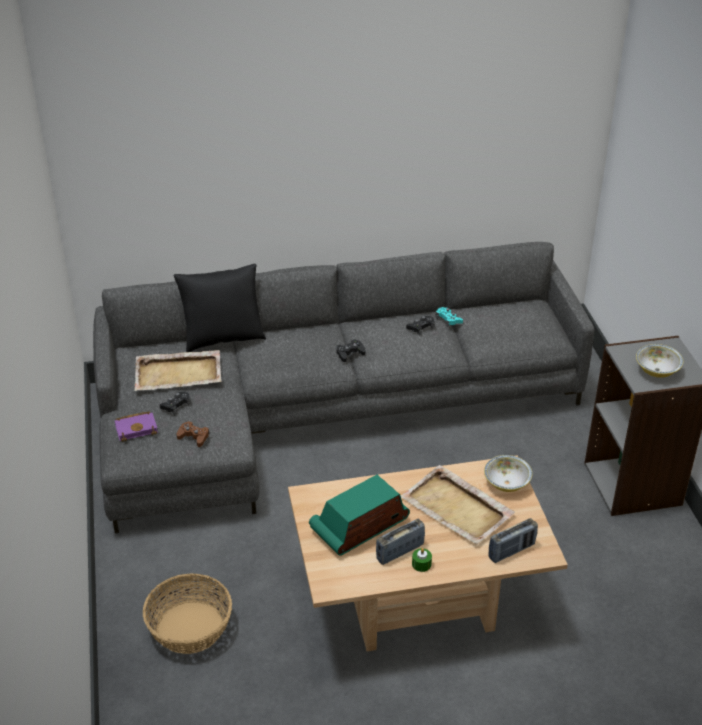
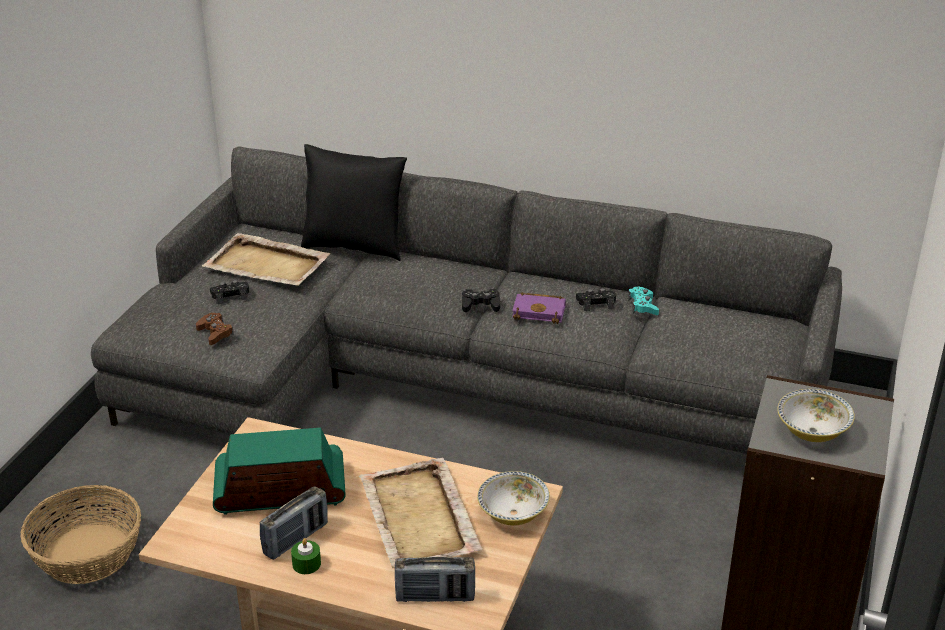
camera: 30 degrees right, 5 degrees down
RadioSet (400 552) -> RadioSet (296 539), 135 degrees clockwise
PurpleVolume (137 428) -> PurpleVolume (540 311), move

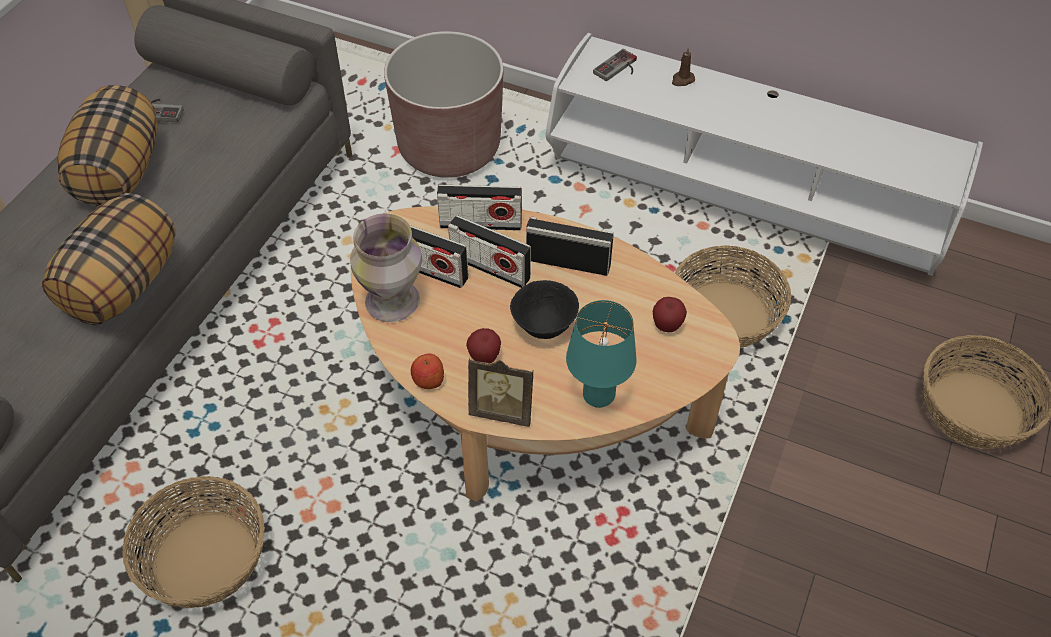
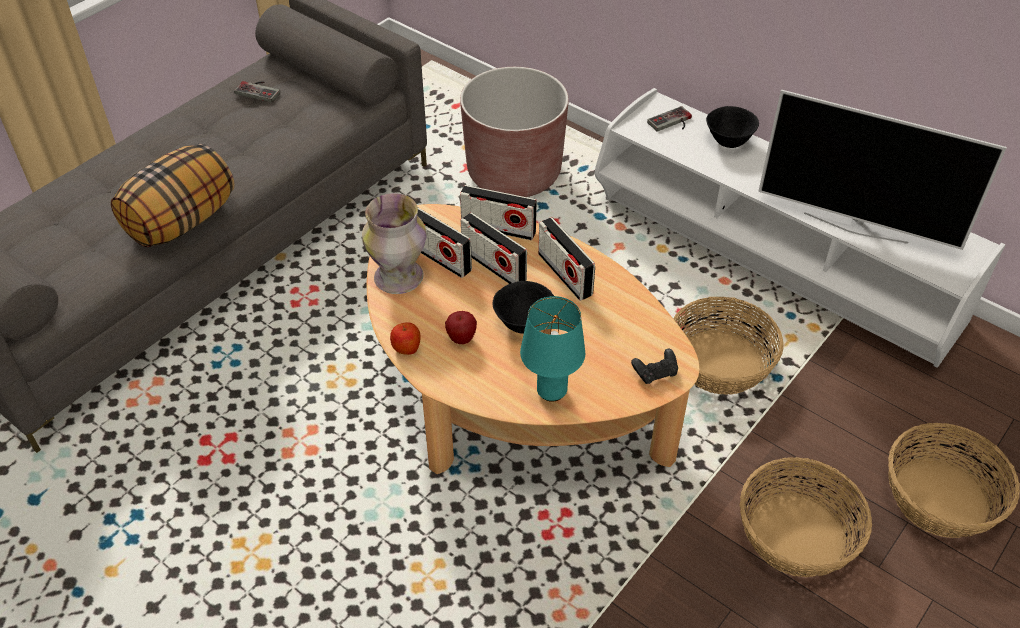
camera: 15 degrees right, 5 degrees down
RadioSet (568 262) -> RadioSet (565 274), 150 degrees counterclockwise
none -> BlackJoypad (655 373)
BrownWaxLight (682 80) -> BlackBowl (728 142)
StorageBasket (206 558) -> StorageBasket (797 534), move
none -> TvSet (855 227)
Pillow (119 172) -> none
PictureFrame (502 410) -> none
Apple (667 326) -> none

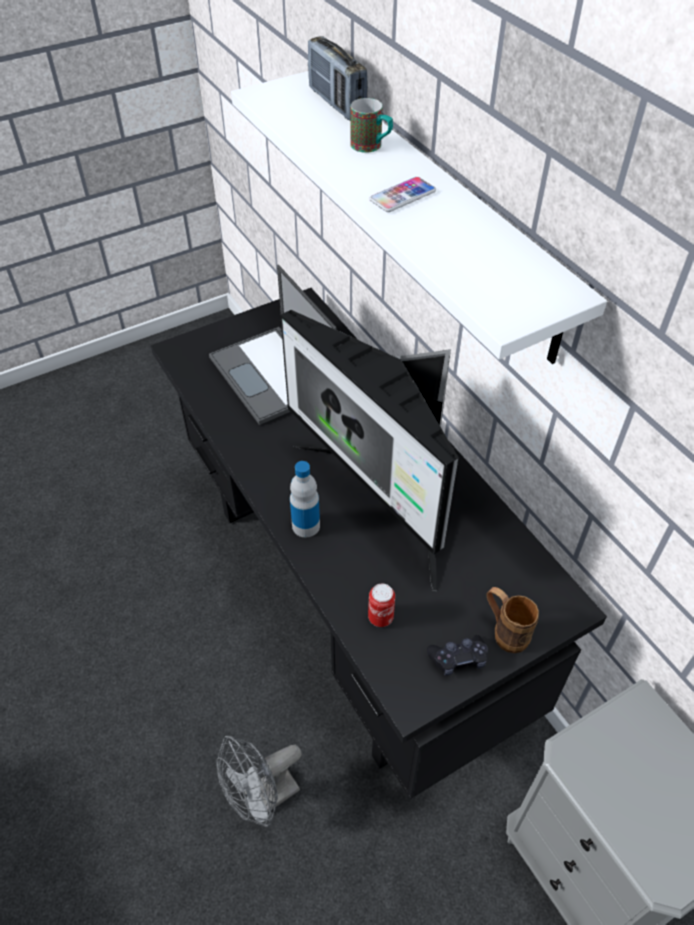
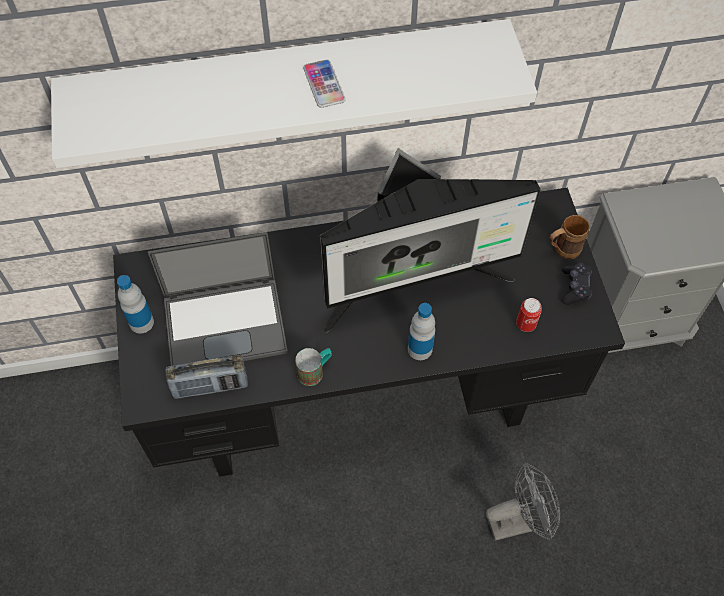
camera: 70 degrees left, 10 degrees up
none -> Bottle (141 322)
RadioSet (336 104) -> RadioSet (210 387), move
Mug (371 147) -> Mug (315 371), move
GreyFan (262 799) -> GreyFan (518 521), 90 degrees counterclockwise

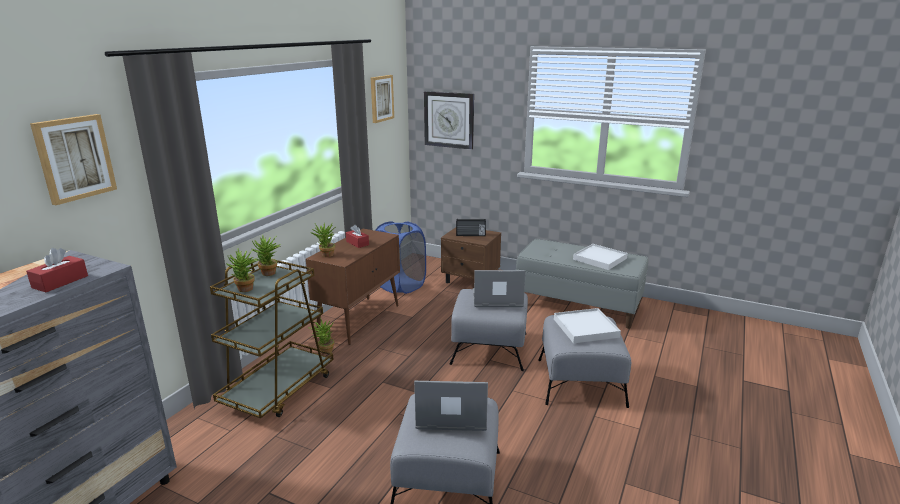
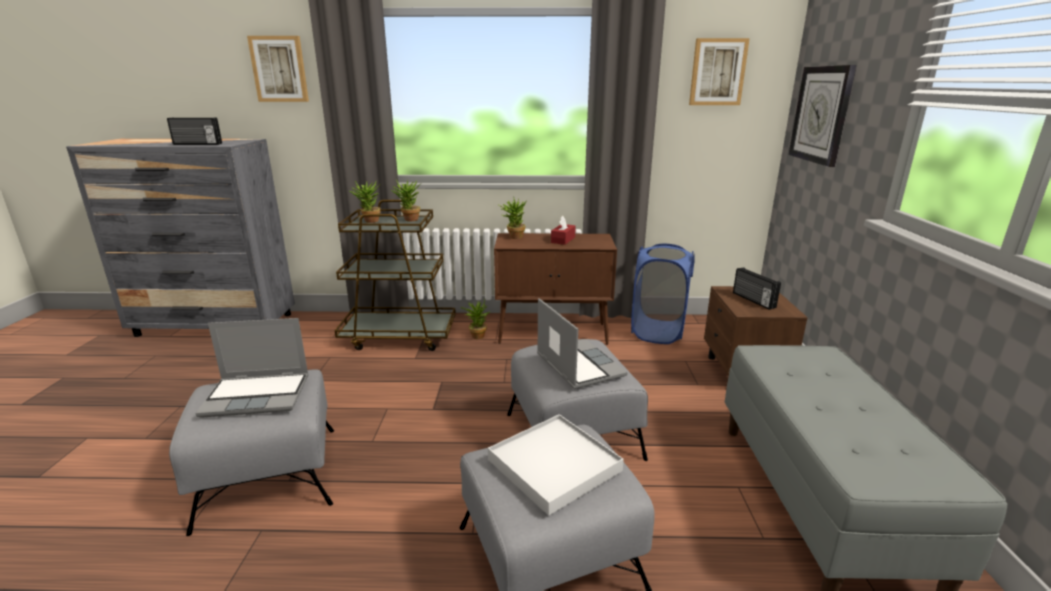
camera: 65 degrees right, 0 degrees up
ReddishTissueHolder (60 282) -> RadioSet (197 144)
NotebookComputer (450 415) -> NotebookComputer (258 395), 105 degrees clockwise
WhitishCarryingTray (599 259) -> none

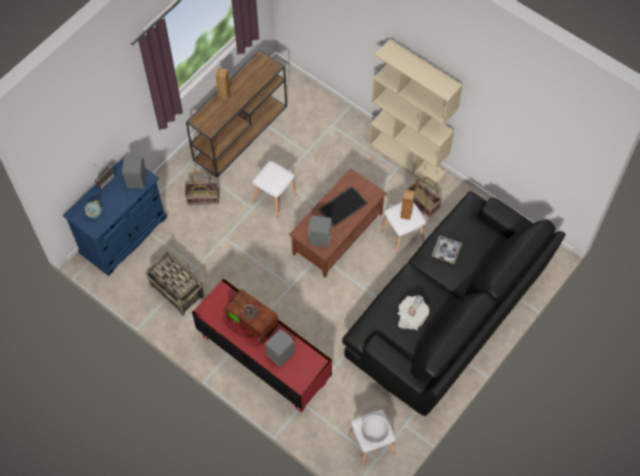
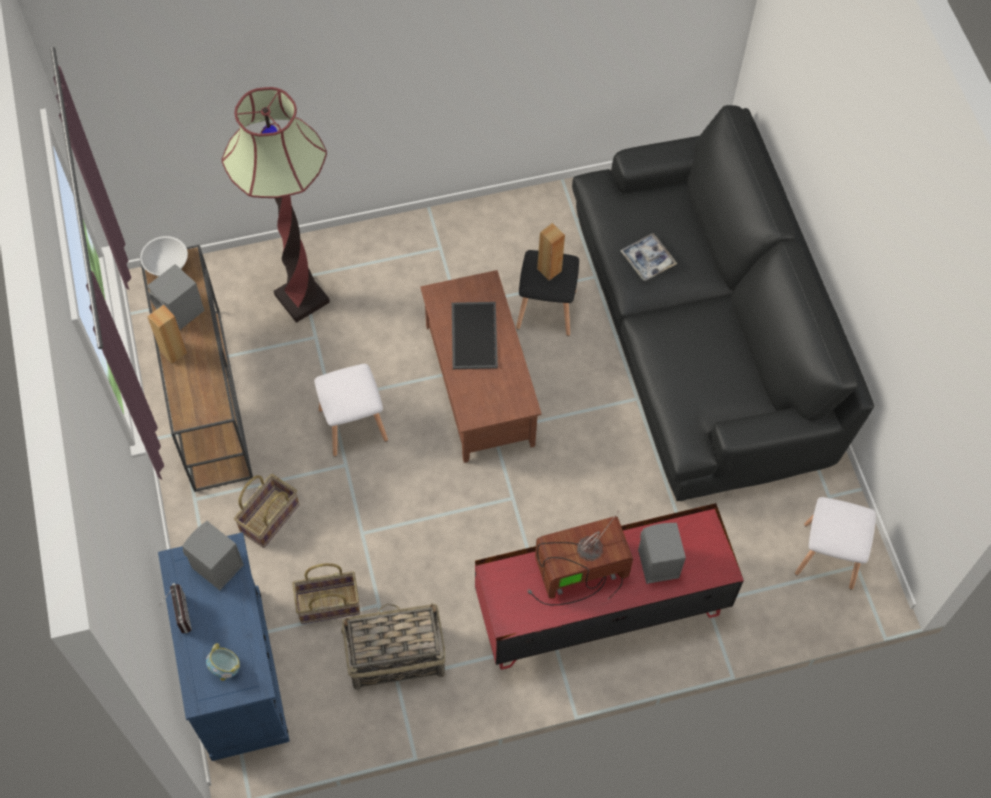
camera: 55 degrees left, 0 degrees up
WhitishBowl (374 432) -> WhitishBowl (166 265), move
GreyAudioSpeaker (319 239) -> GreyAudioSpeaker (181 313), move
none -> StandardLamp (302 298)
StorageBasket (422 203) -> StorageBasket (328 605), move
WhitishSittingStool (403 234) -> BlackSittingStool (545 308)
BeigeColouredBookshelf (408 158) -> none
Newspaper (411 317) -> none

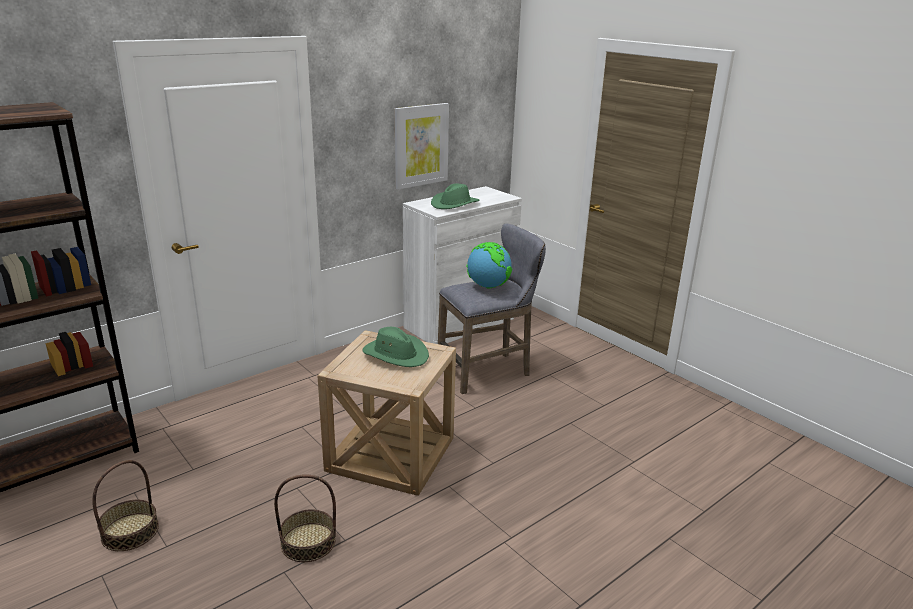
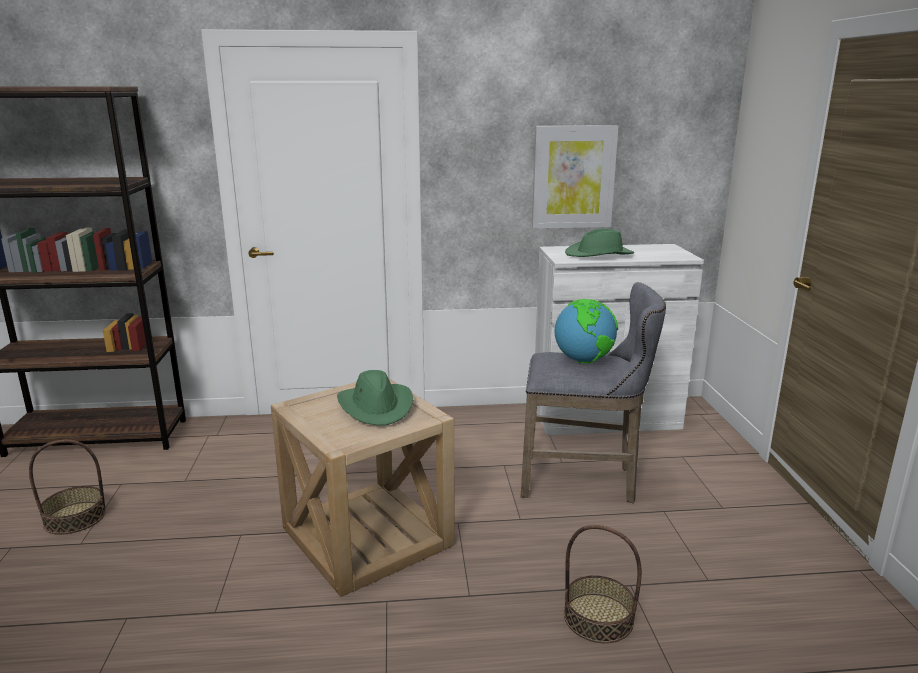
camera: 35 degrees right, 5 degrees down
StorageBasket (308 542) -> StorageBasket (598 618), move

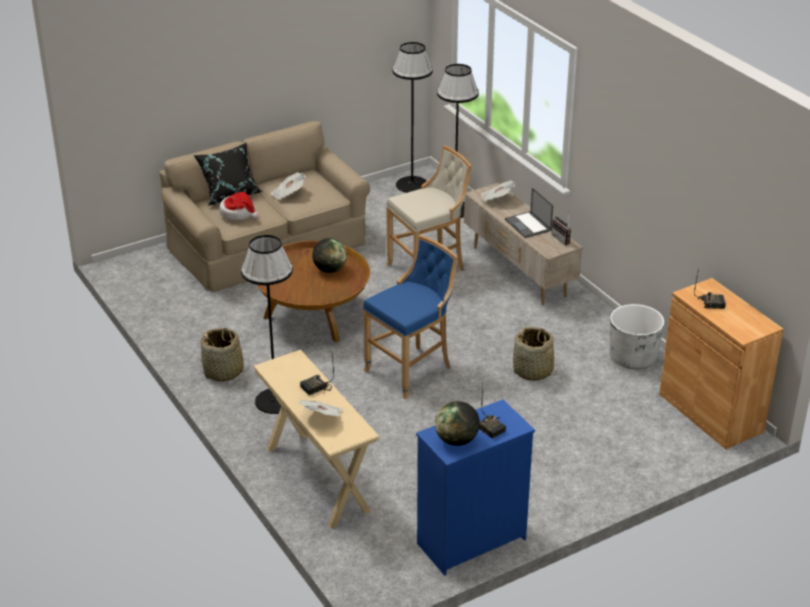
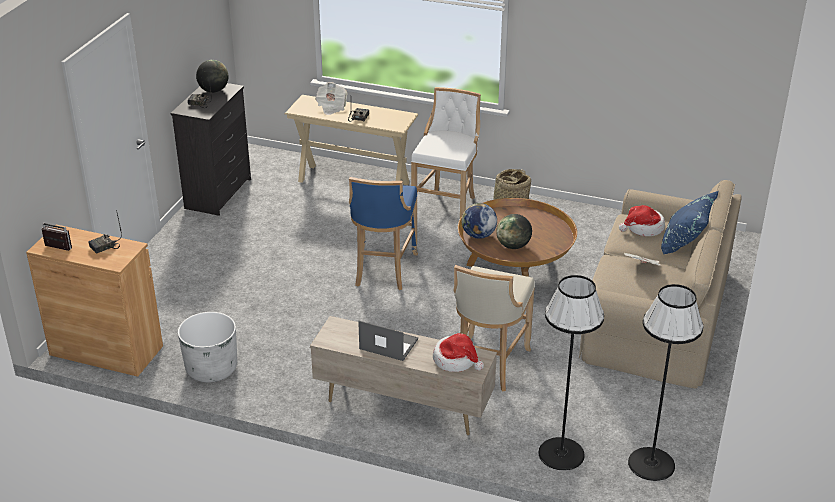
camera: 140 degrees right, 0 degrees up
RadioSet (563 239) -> RadioSet (56 249), move
BlueDresser (470 541) -> BlackDresser (219 193)
BlackStandardLamp (275 401) -> WhitishSittingStool (447 208)
Newspaper (496 199) -> WearableHat (456 360)
none -> DeskGlobe (478 235)
BlackPillow (230 194) -> BluePillow (685 243)
StorageBasket (533 371) -> none

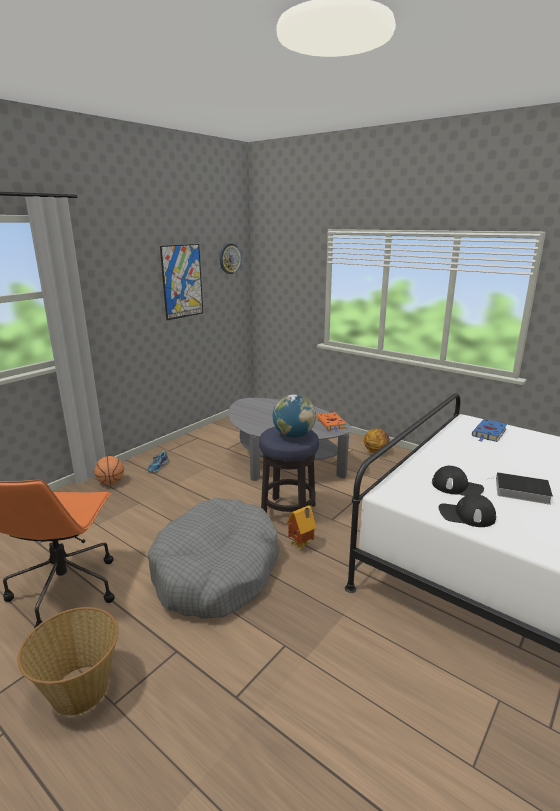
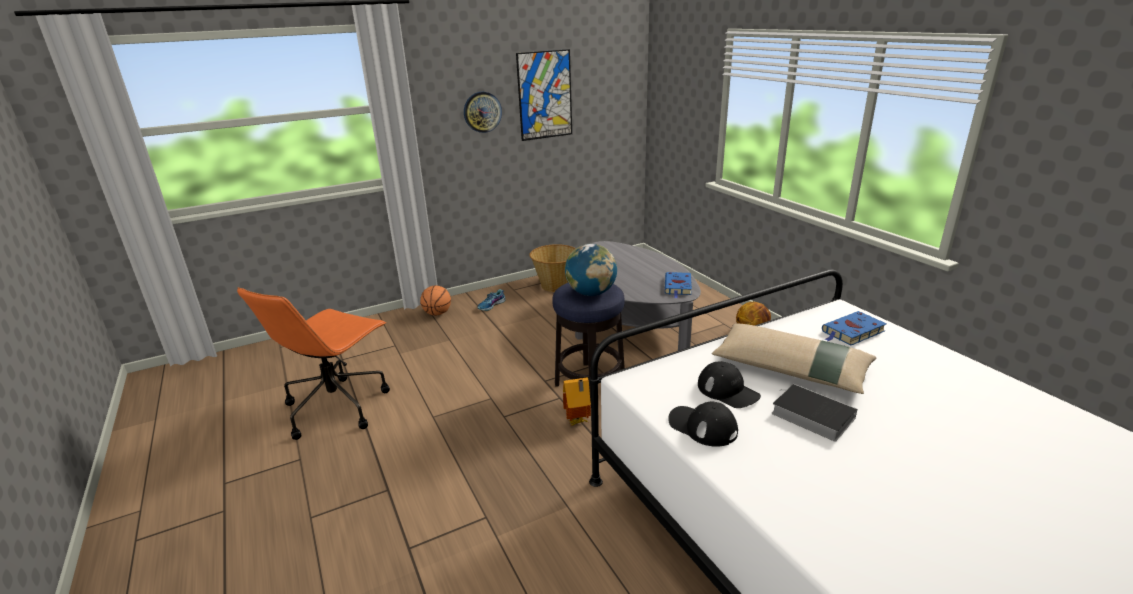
camera: 25 degrees right, 5 degrees up
WallClock (229 258) -> WallClock (482 112), move
StorageBasket (79 689) -> StorageBasket (555 285), move
OrangeColouredVolume (331 424) -> BlueVolume (678 287)
none -> BeigeColouredPillow (790 369)
GreyPetBed (216 570) -> none

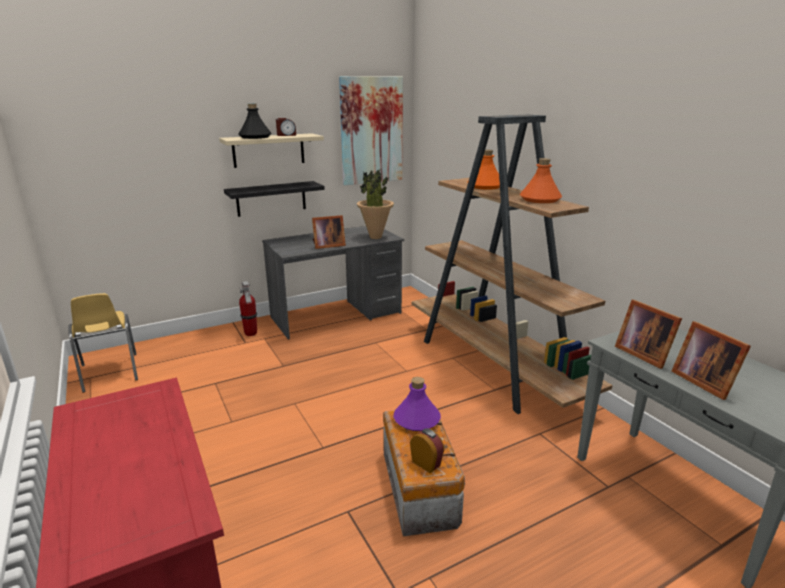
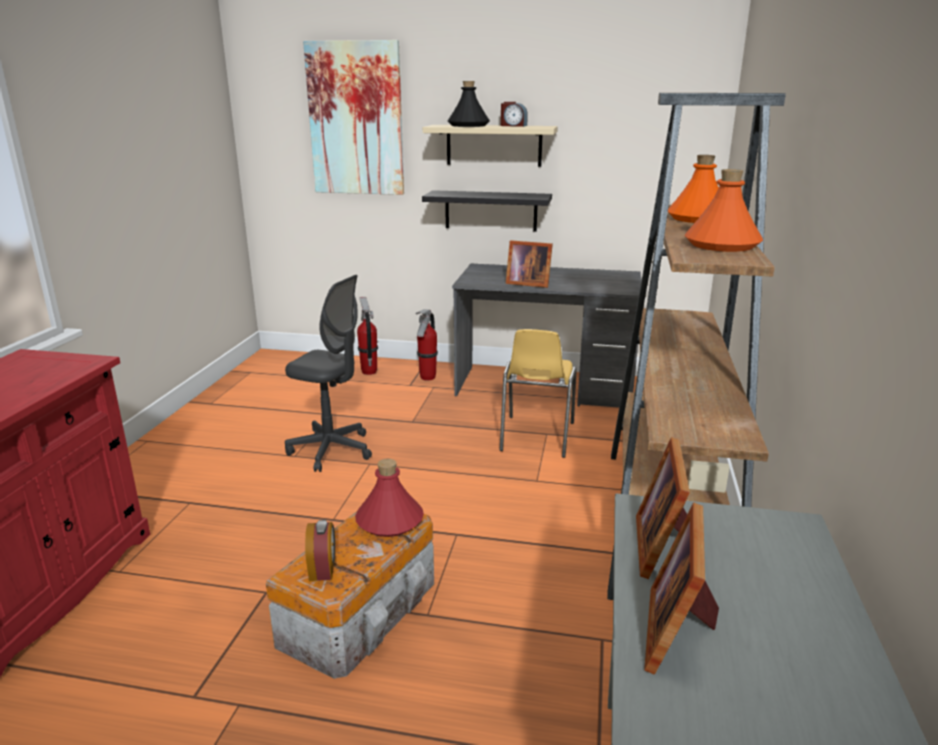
camera: 40 degrees right, 0 degrees up
none -> GreyDeskChair (331 450)
WallPicture (371 131) -> WallPicture (356 119), move
PurpleBottle (417 419) -> ReddishBottle (390 521)
none -> FireExtinguisher (369 371)
YellowColouredChair (109 373) -> YellowColouredChair (536 437), move
PlantInAPot (375 237) -> none

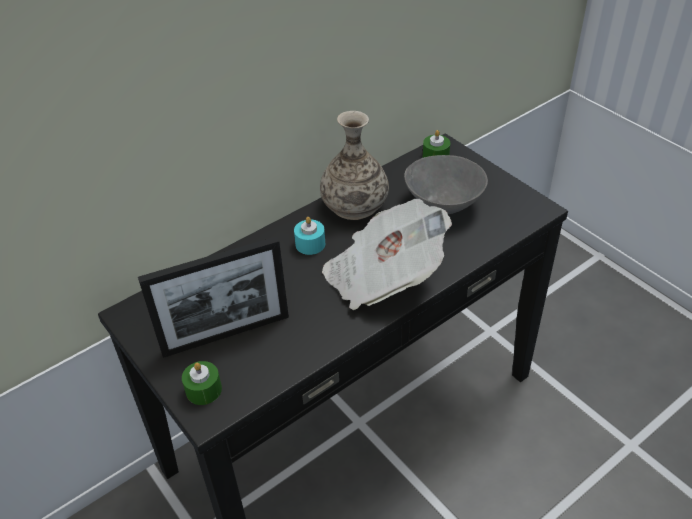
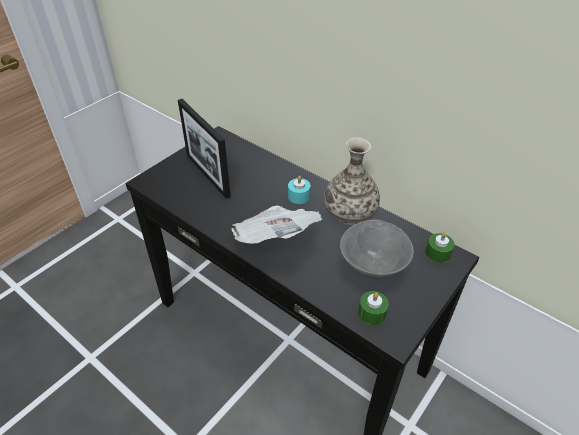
camera: 75 degrees right, 0 degrees up
GreenishWaxLight (203 390) -> GreenishWaxLight (372 313), move

